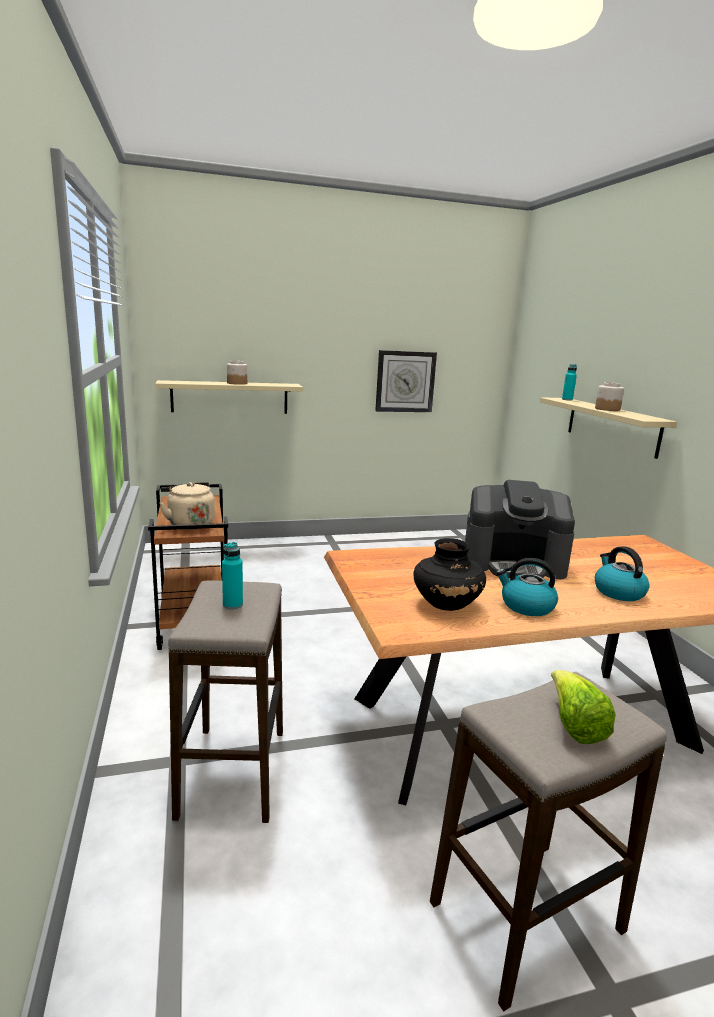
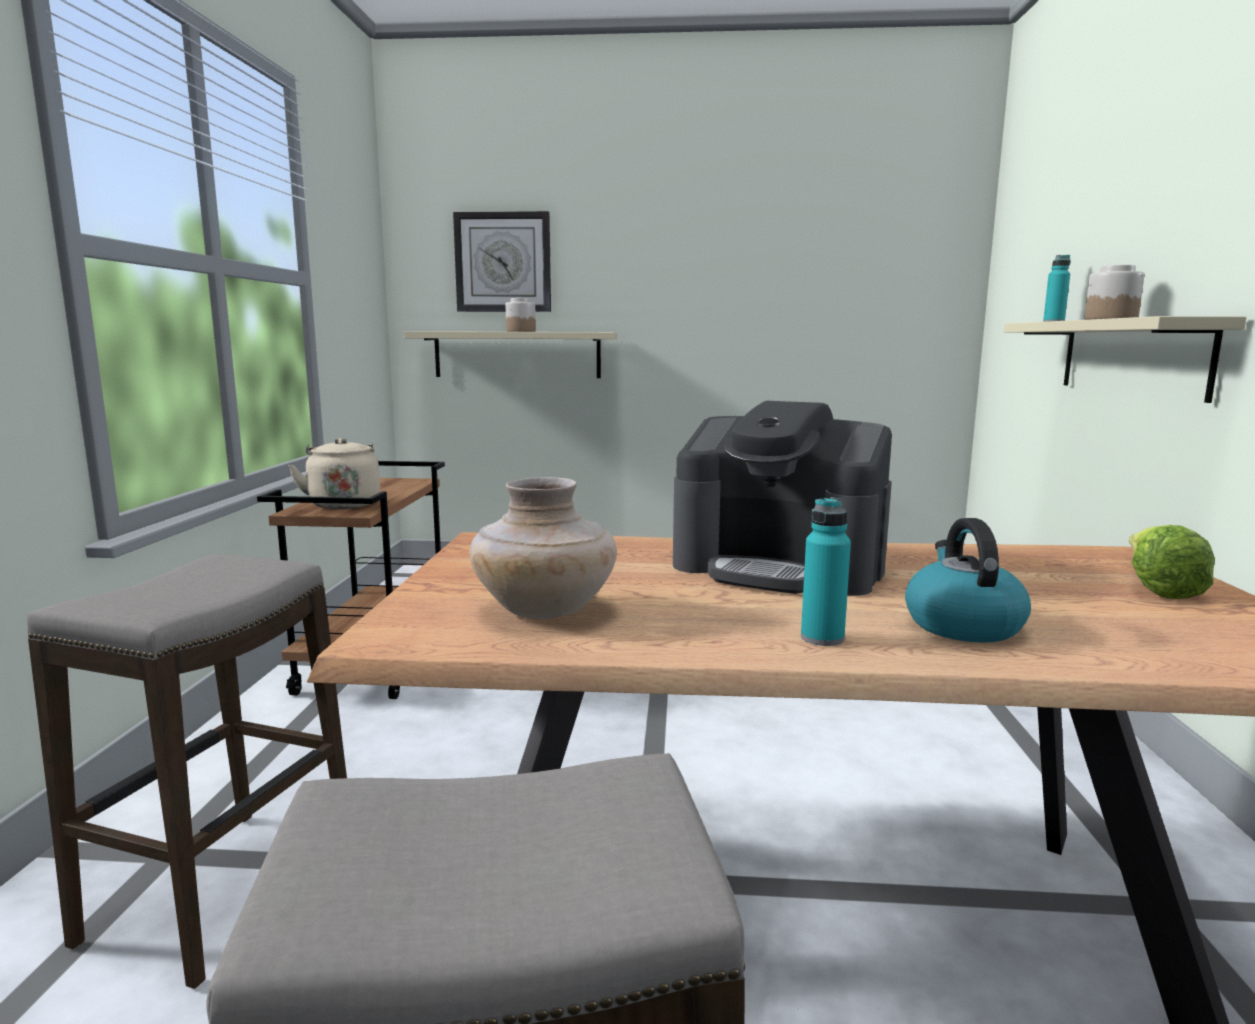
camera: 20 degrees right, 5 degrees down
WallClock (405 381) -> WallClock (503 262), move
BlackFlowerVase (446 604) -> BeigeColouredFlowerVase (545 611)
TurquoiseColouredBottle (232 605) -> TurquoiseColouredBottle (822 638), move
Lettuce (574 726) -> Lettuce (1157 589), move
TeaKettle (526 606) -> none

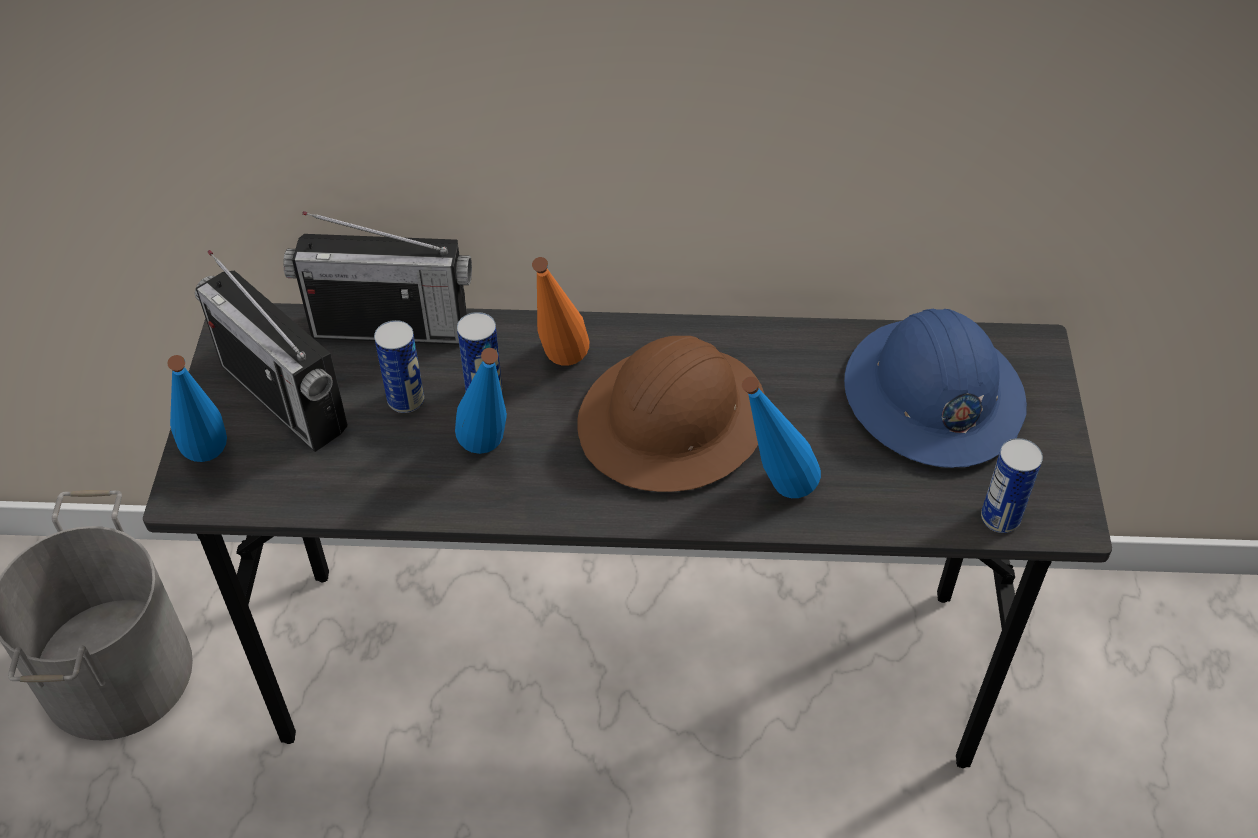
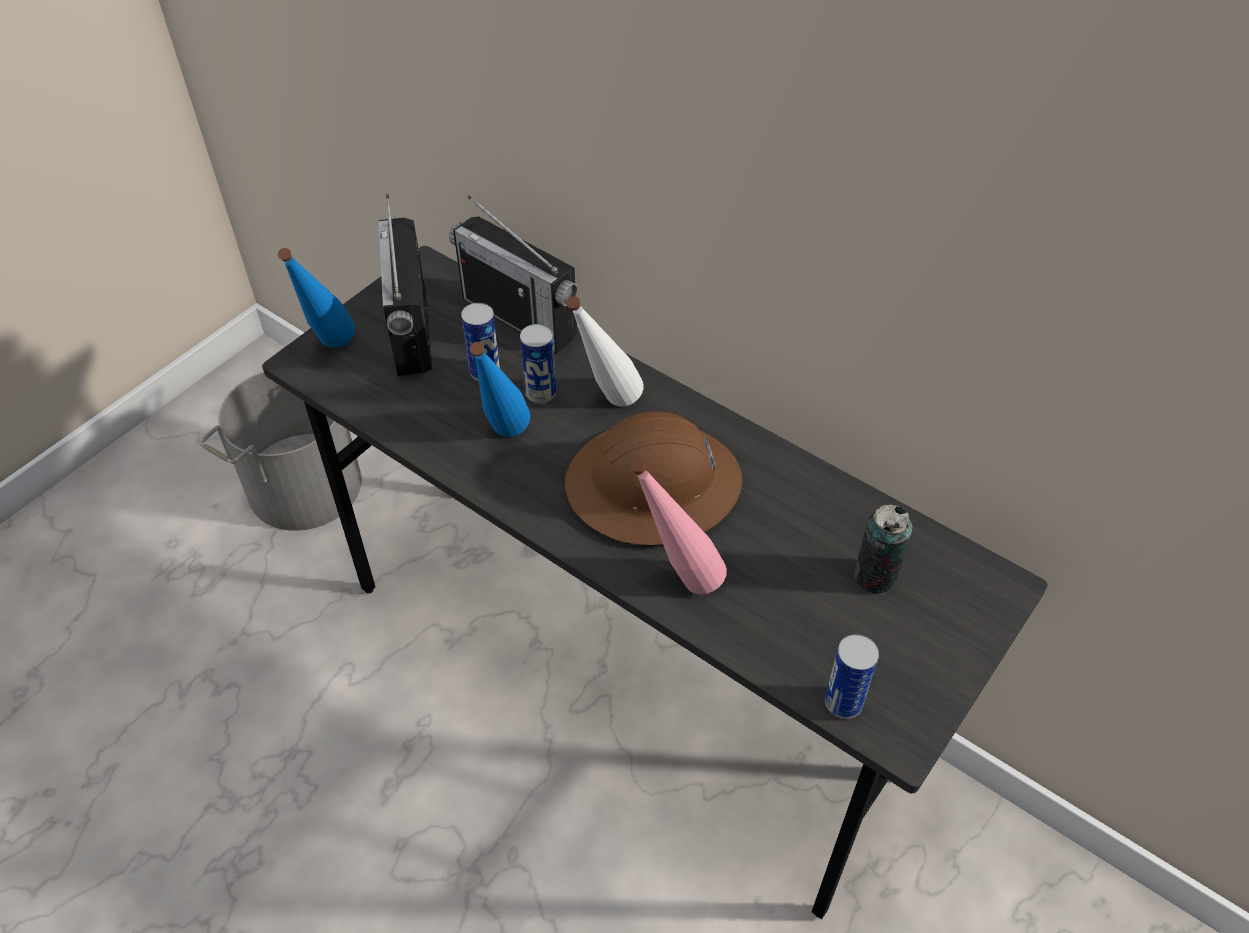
camera: 35 degrees right, 0 degrees up
OrangeColouredBottle (560 370) -> WhitishBottle (606 405)
BlueBottle (772 495) -> PinkishBottle (677 580)
BlueHardHat (932 396) -> SealedCan (875 577)

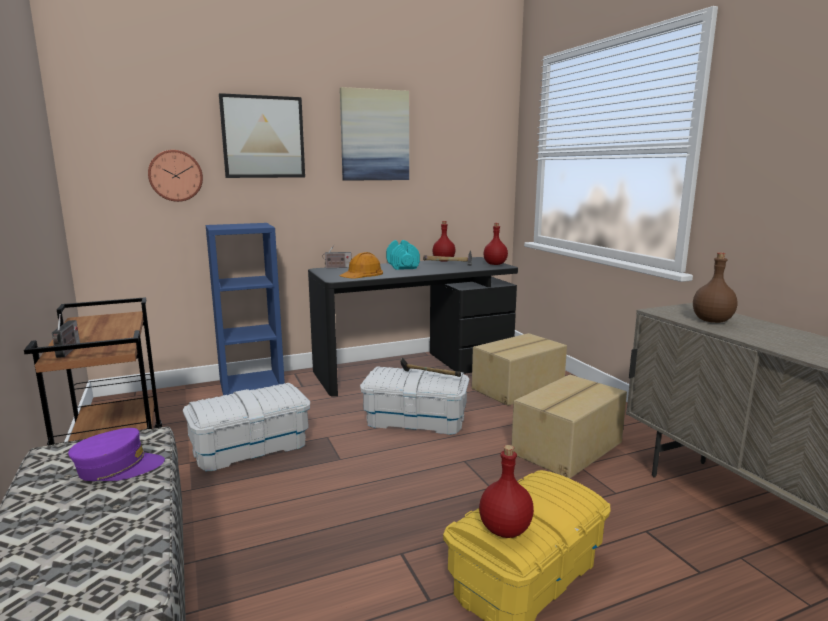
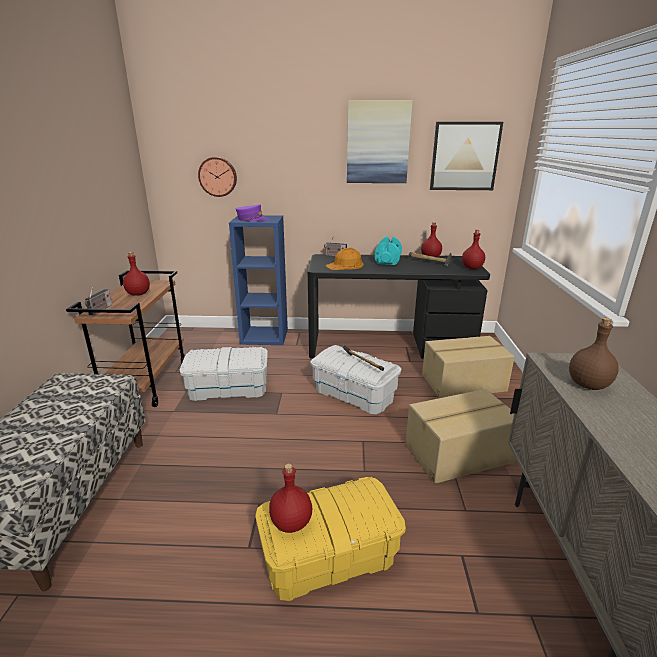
camera: 25 degrees right, 10 degrees up
none -> ReddishBottle (138 294)
PurplePeakedCap (118 468) -> PurplePeakedCap (252 219), move
WallPicture (263 137) -> WallPicture (464 156), move

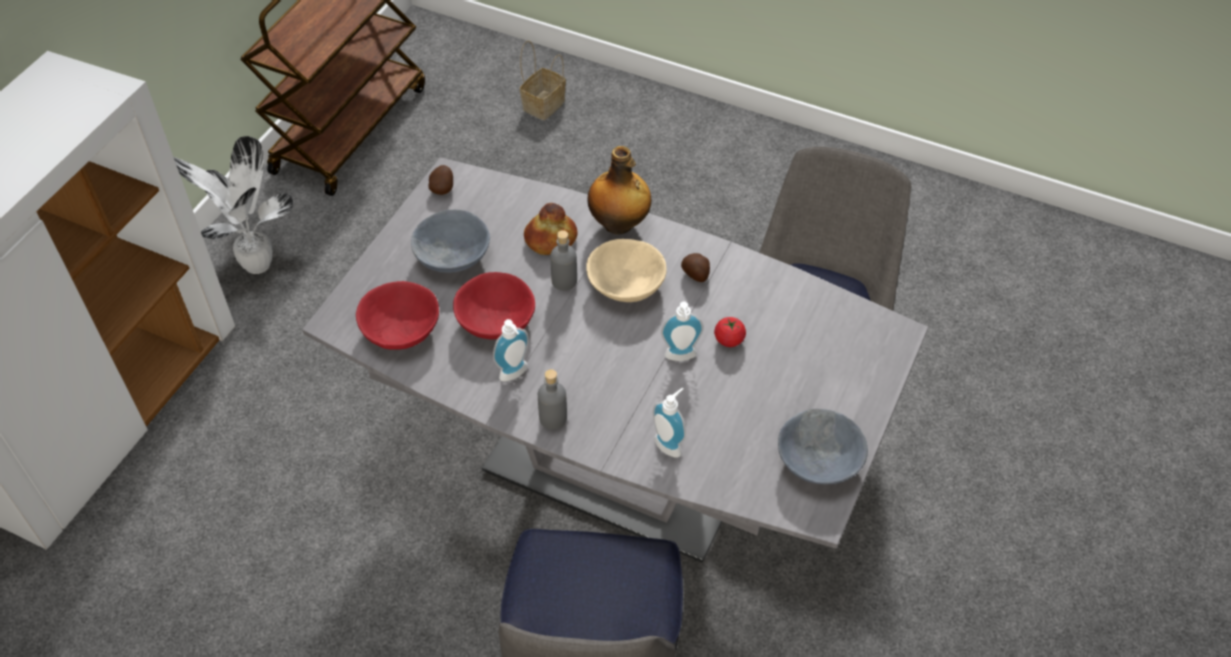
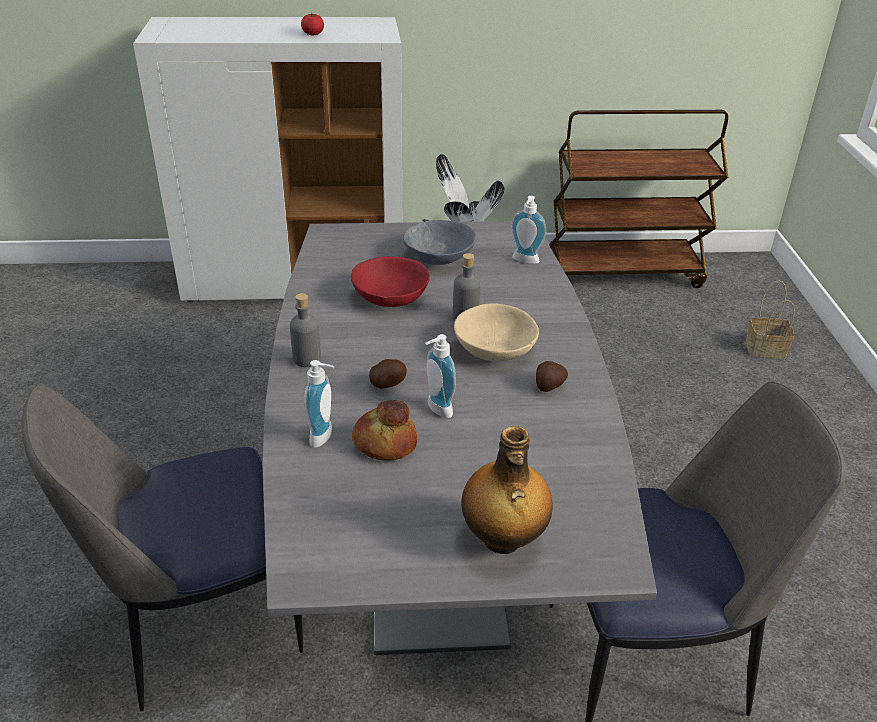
camera: 60 degrees right, 15 degrees down
WholeTomato (729 340) -> WholeTomato (313 34), move
BakedBread (551 239) -> BakedBread (384 443), move
Potato (443 188) -> Potato (388 384), move
Bottle (619 224) -> Bottle (502 540), move
SoapDispenser (515 374) -> SoapDispenser (524 261), move
ReddishBowl (401 328) -> none
GreyBowl (818 461) -> none

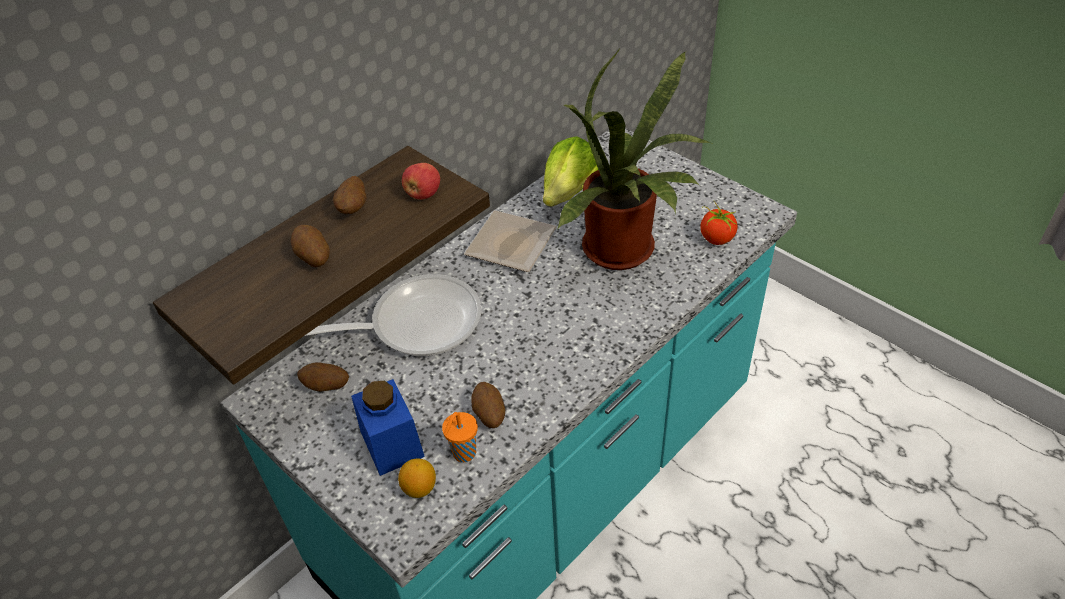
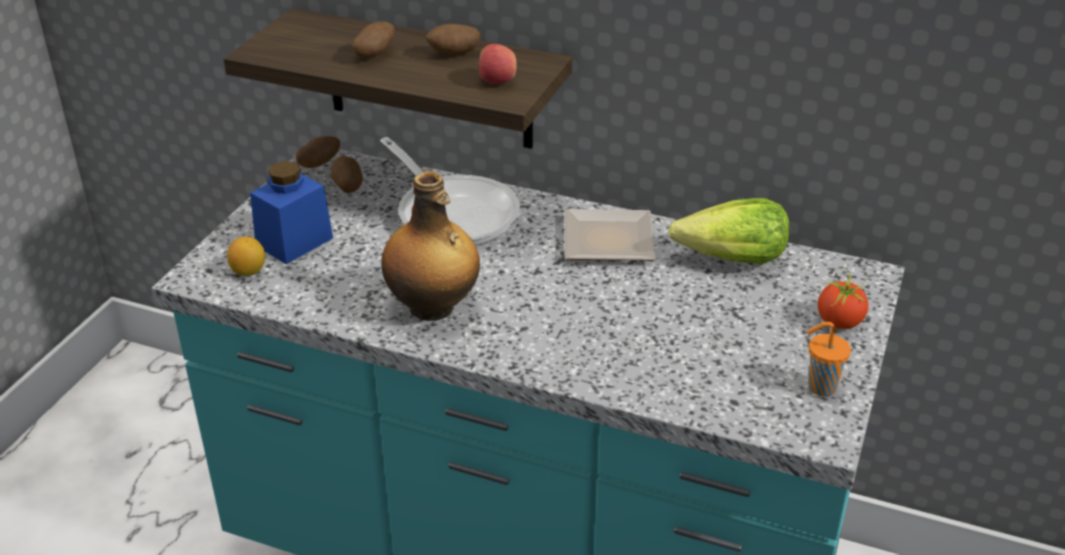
camera: 65 degrees right, 10 degrees down
Potato (489 415) -> Potato (319 164), move
none -> Bottle (433 308)
OrangeColouredSmallCup (463 454) -> OrangeColouredSmallCup (820 387), move
WholeTomato (716 238) -> WholeTomato (839 321), move
PlantInAPot (624 252) -> none

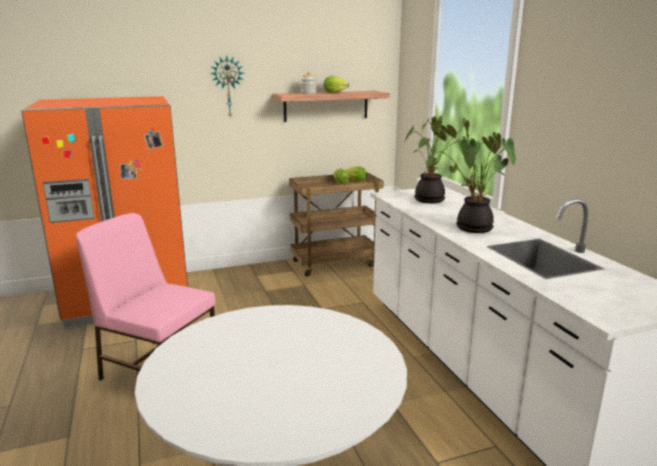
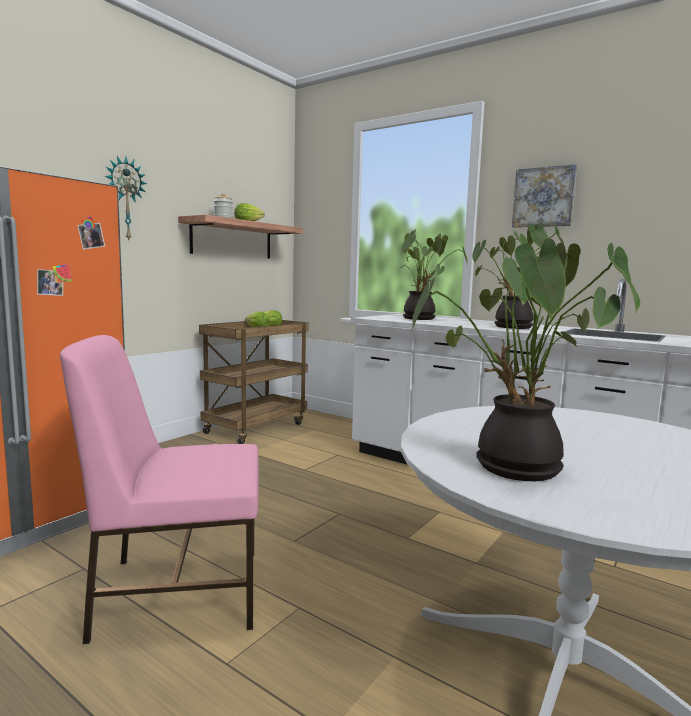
camera: 35 degrees left, 10 degrees down
none -> PlantInAPot (511 468)
none -> WallPicture (544 197)

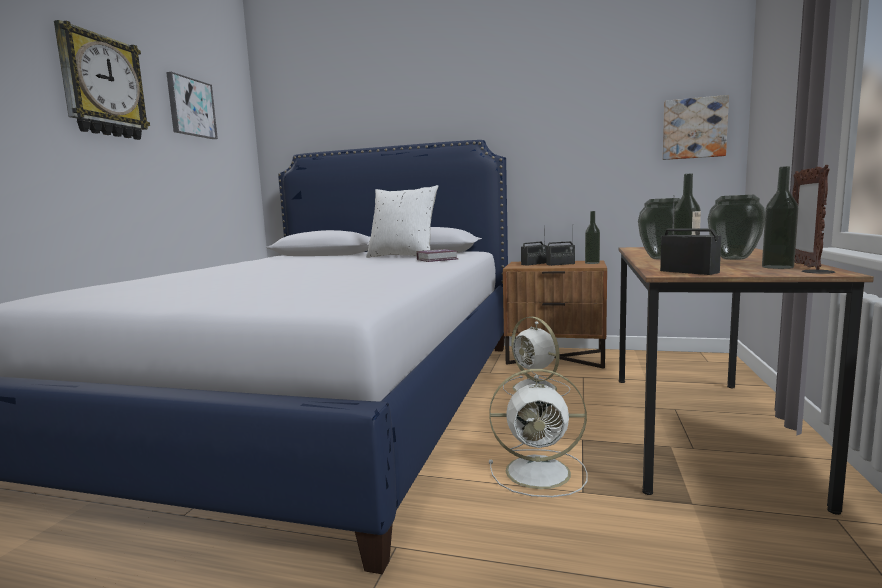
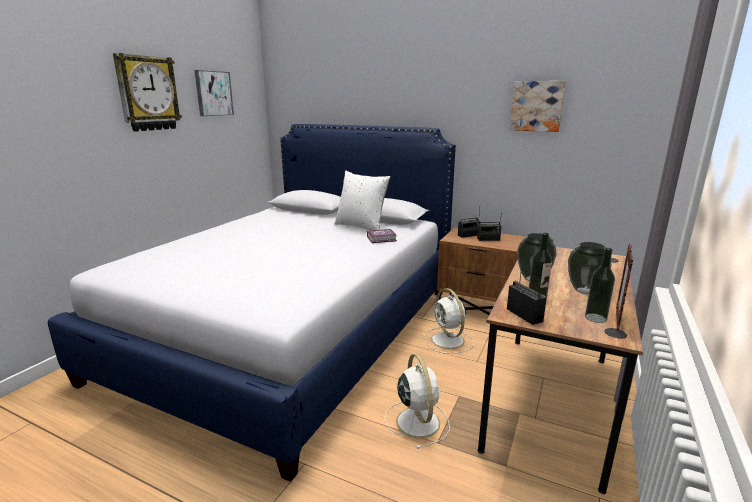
camera: 10 degrees right, 10 degrees up
WhitishFan (541 472) -> WhitishFan (417 421), 120 degrees counterclockwise
WallPicture (693 128) -> WallPicture (537 106), move
Bottle (592 263) -> none

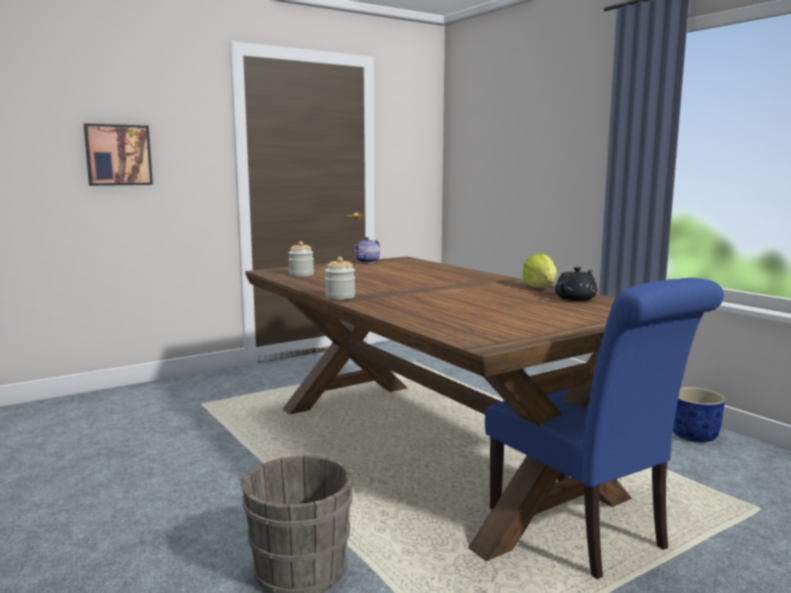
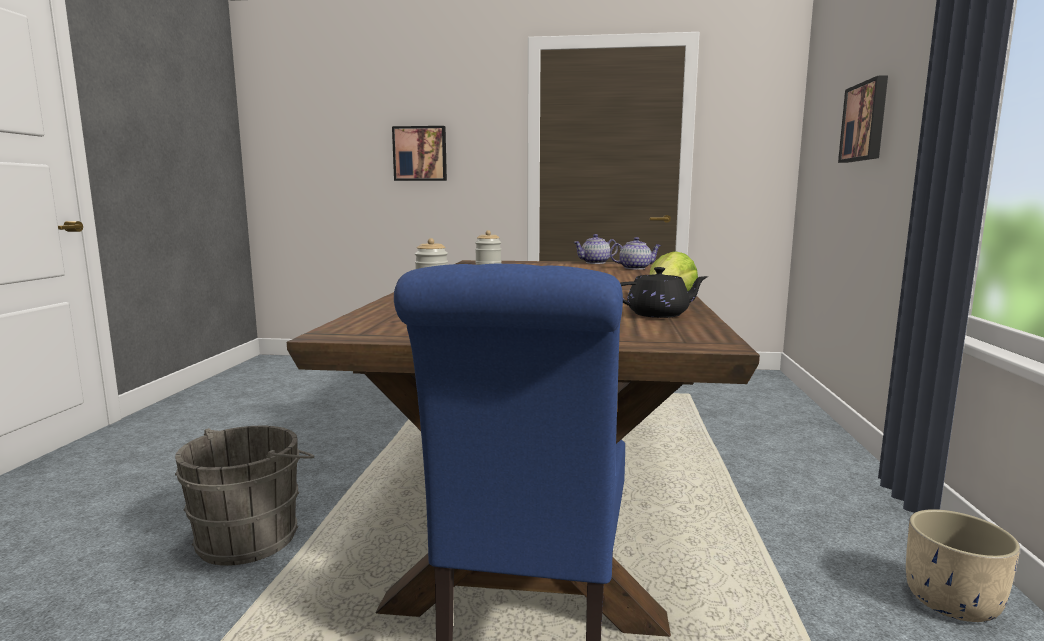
camera: 40 degrees right, 0 degrees up
none -> Teapot (635 268)
none -> WallPicture (866 122)
BluePlanter (694 436) -> BeigeColouredPlanter (952 603)

